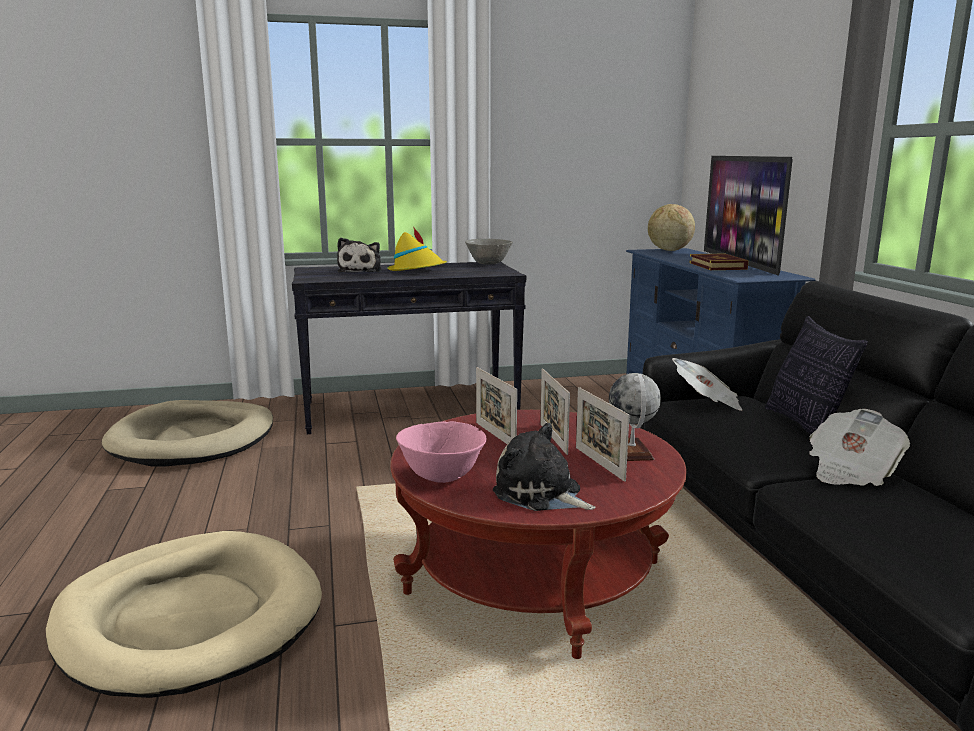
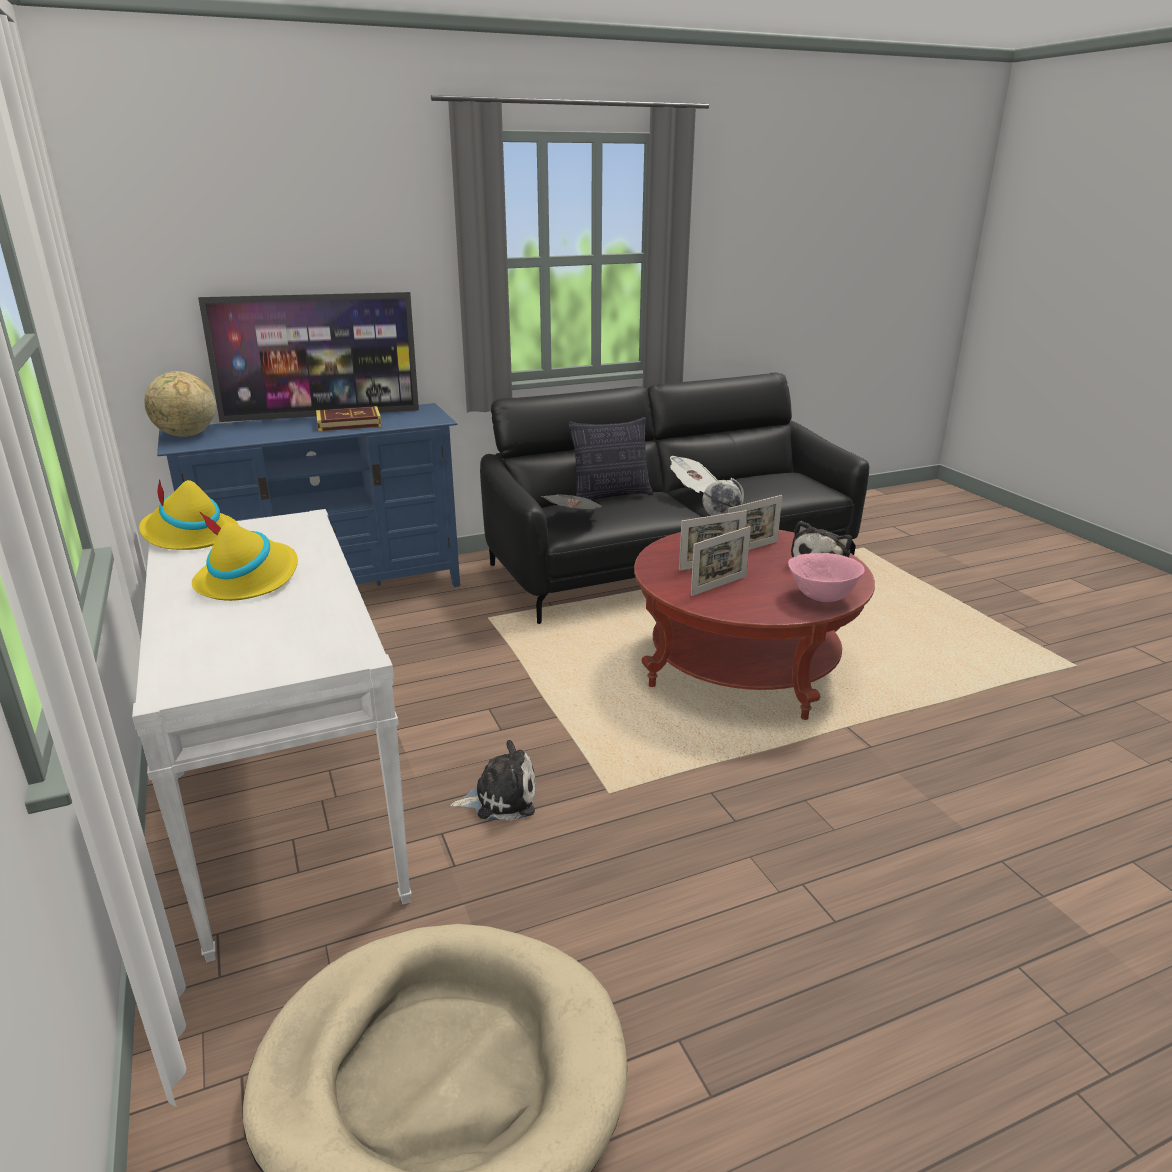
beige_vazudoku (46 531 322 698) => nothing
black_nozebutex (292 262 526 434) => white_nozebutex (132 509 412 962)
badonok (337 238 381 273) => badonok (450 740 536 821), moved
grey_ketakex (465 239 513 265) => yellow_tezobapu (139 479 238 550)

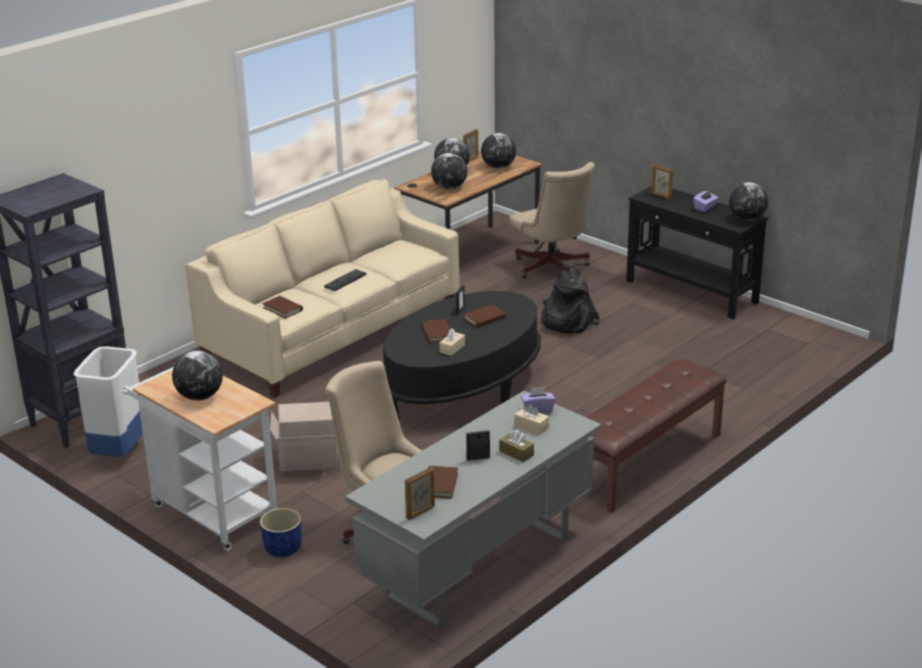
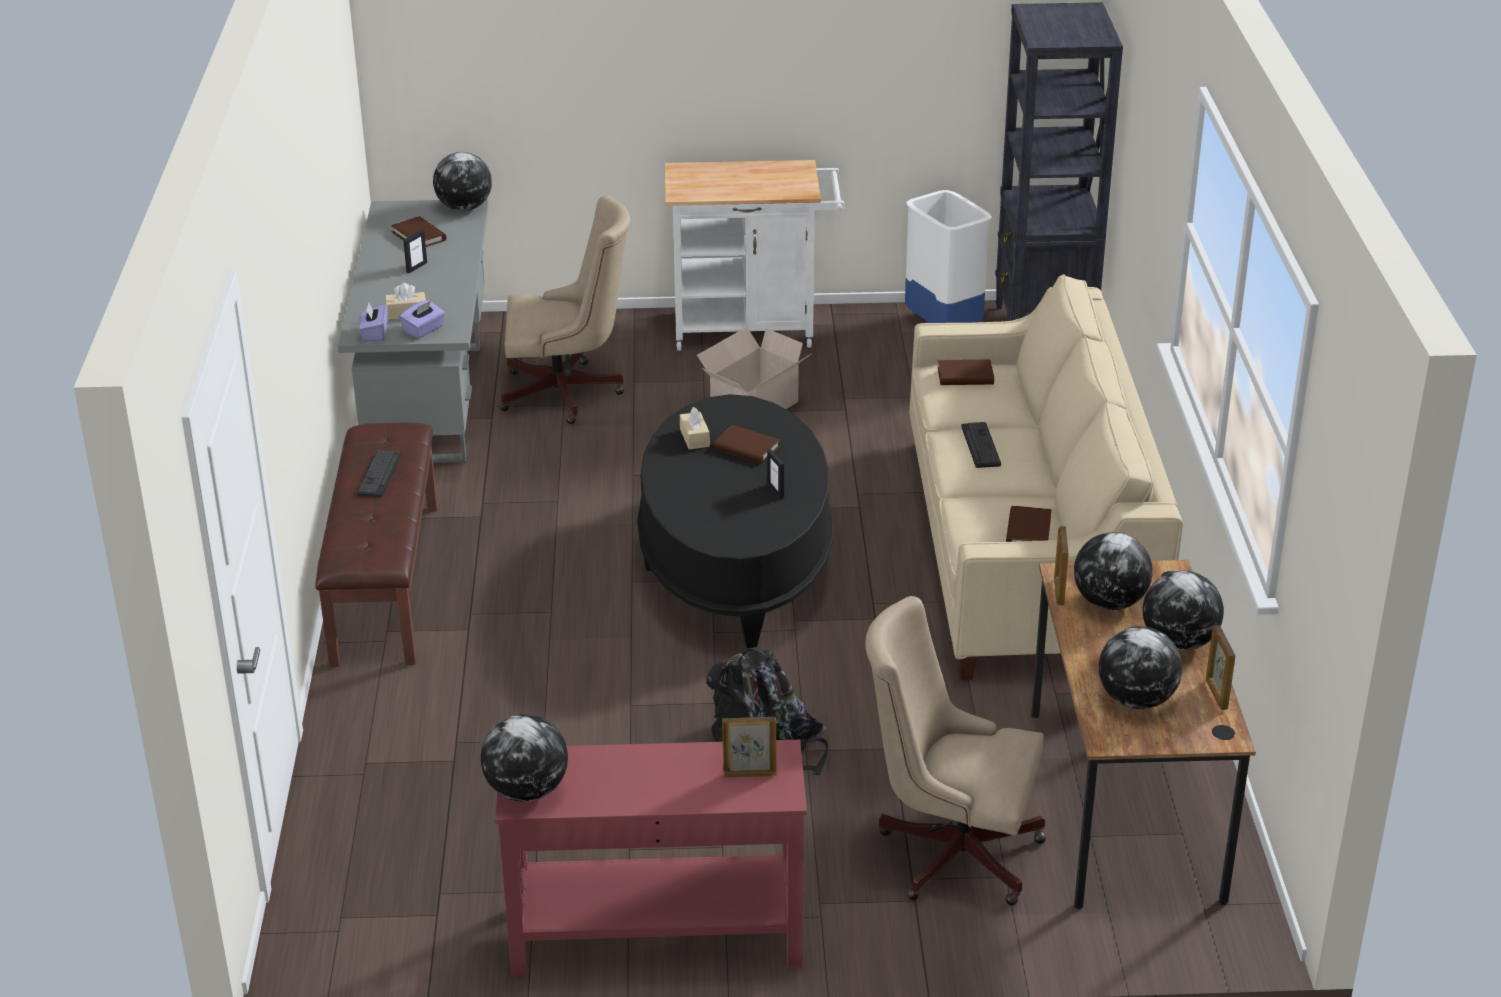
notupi (172 351 223 401) => notupi (433 152 492 211), moved
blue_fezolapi (260 508 302 557) => nothing
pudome (405 467 435 520) => pudome (1054 526 1069 605), moved
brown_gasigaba (463 305 506 327) => brown_gasigaba (1006 506 1051 542), moved
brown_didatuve (499 430 534 462) => nothing
black_nozebutex (626 186 768 319) => red_nozebutex (495 740 807 977)
purple_didatuve (693 191 718 212) => purple_didatuve (359 303 388 342), moved
nothing => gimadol (357 450 401 497)

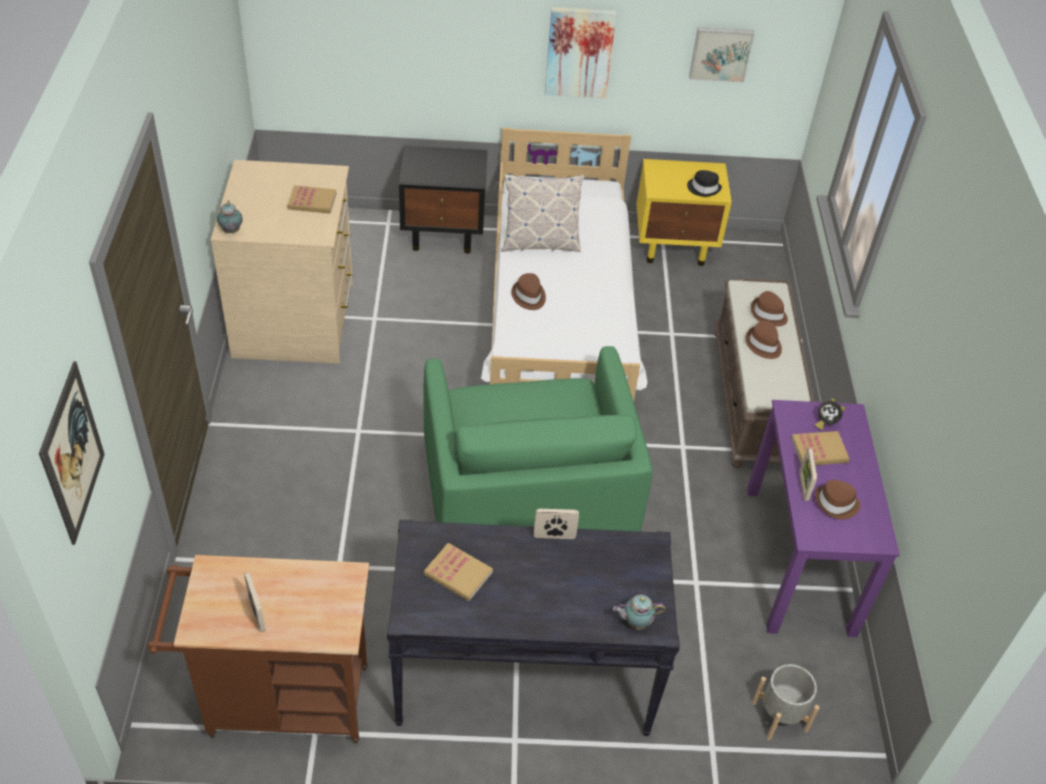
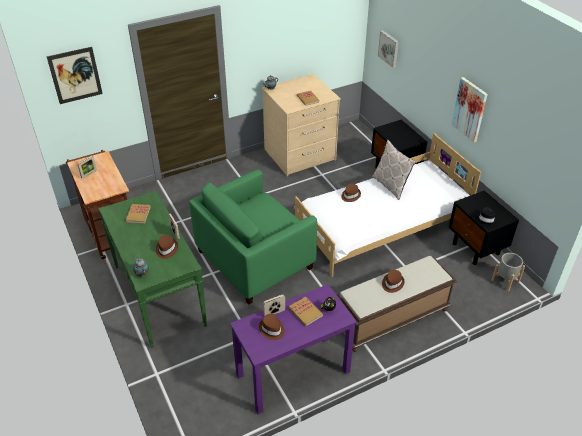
black_nozebutex (387 520 680 736) => green_nozebutex (98 190 207 348)
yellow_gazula (636 159 732 266) => black_gazula (449 190 519 265)
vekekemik (689 27 754 83) => vekekemik (378 30 399 68), moved
brown_tezobapu (751 291 788 327) => brown_tezobapu (156 235 178 259), moved
grey_fezolapi (752 664 820 740) => grey_fezolapi (492 253 525 291), moved

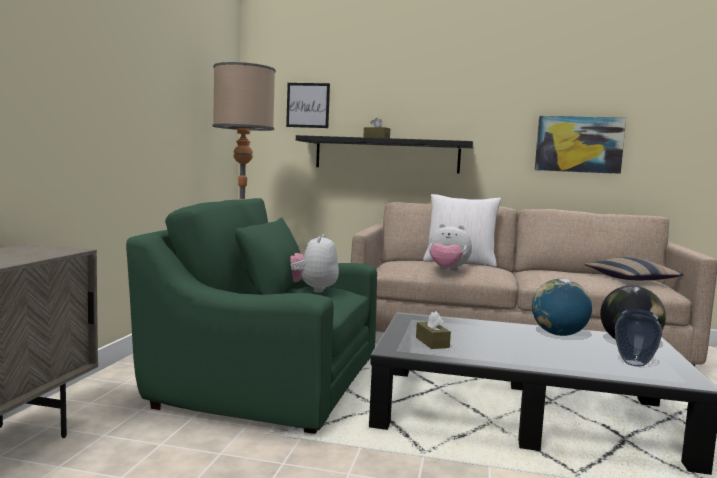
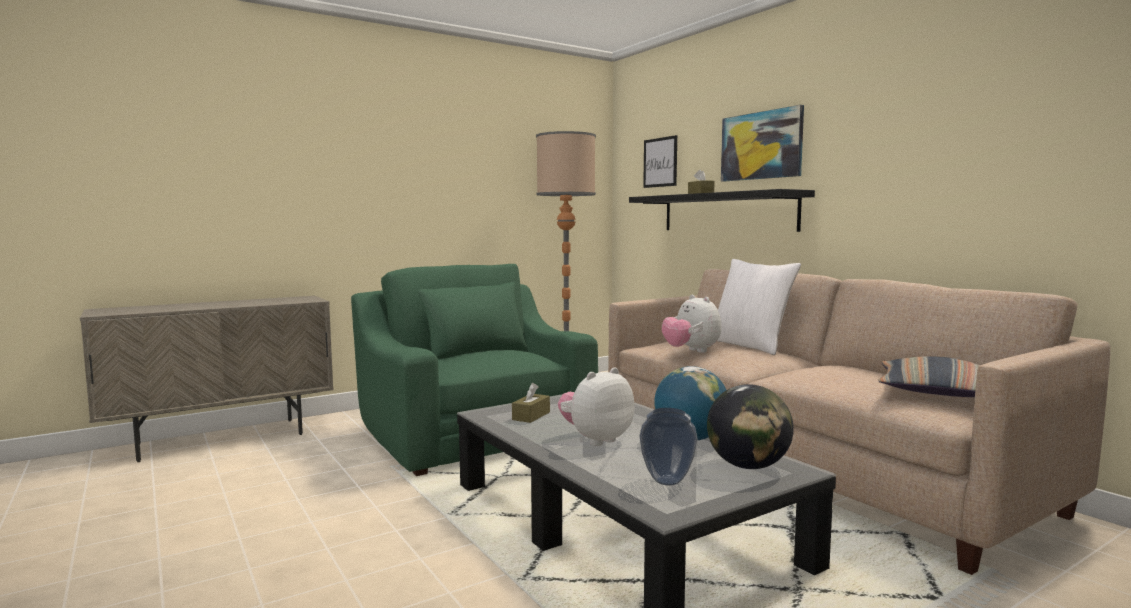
badonok (290 234 339 293) => badonok (558 367 634 446), moved
vekekemik (535 116 626 174) => vekekemik (721 105 804 182), moved

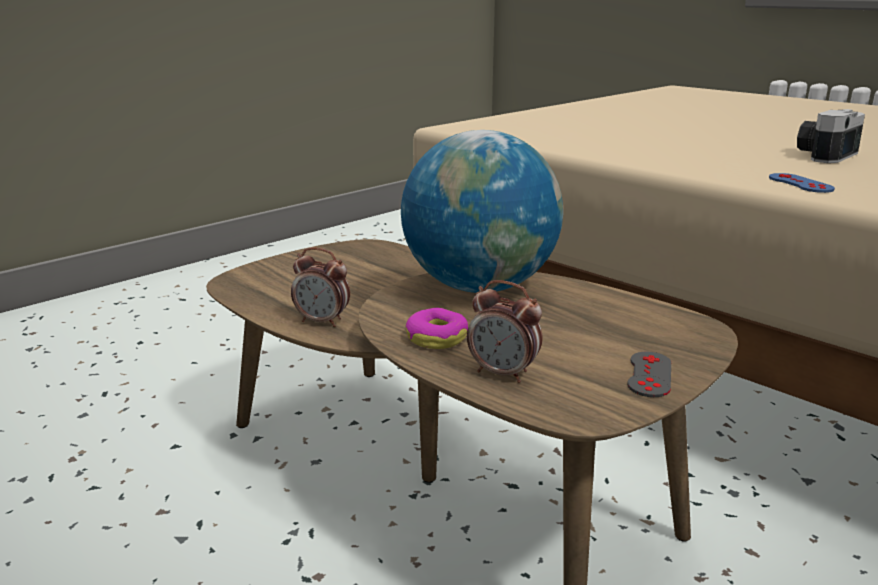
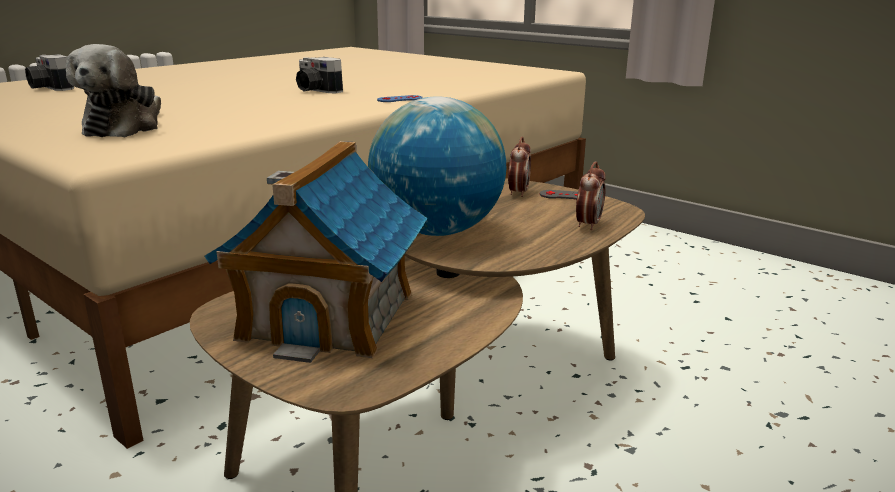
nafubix (291 247 350 327) => nafubix (508 137 531 197), moved
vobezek (406 308 468 349) => nothing
nothing => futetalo (25 54 74 91)
nothing => badonok (66 44 161 137)
nothing => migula (205 141 428 363)

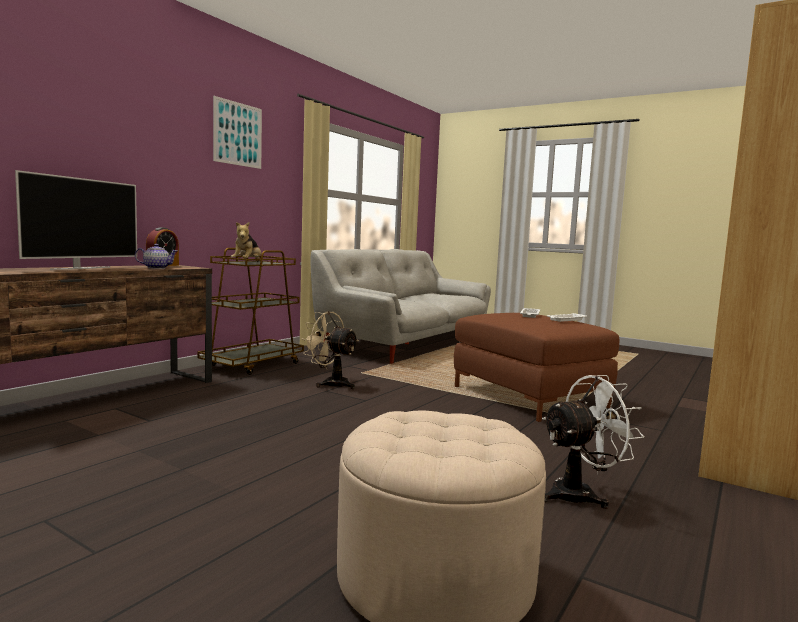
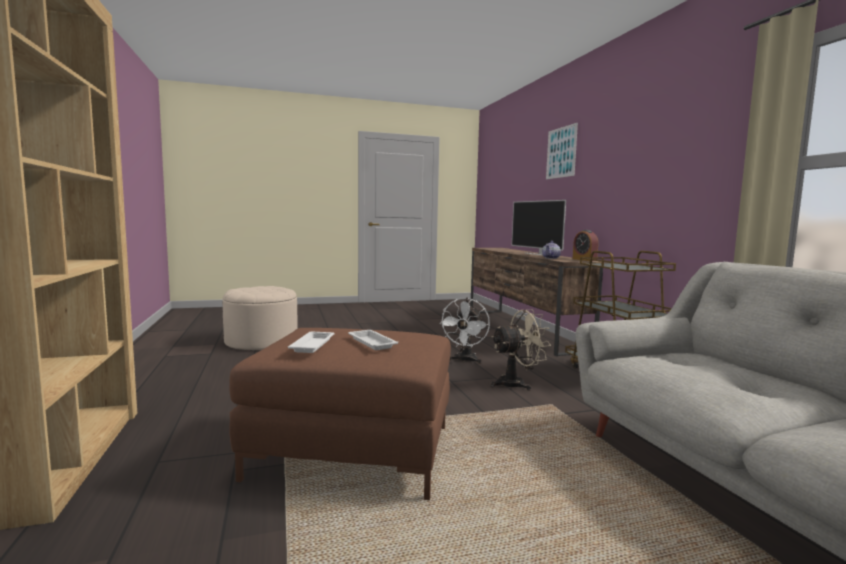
vekekemik (213 96 262 169) => vekekemik (546 123 578 179), moved
badonok (231 222 261 262) => nothing
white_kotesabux (542 375 644 509) => white_kotesabux (439 298 490 364), moved

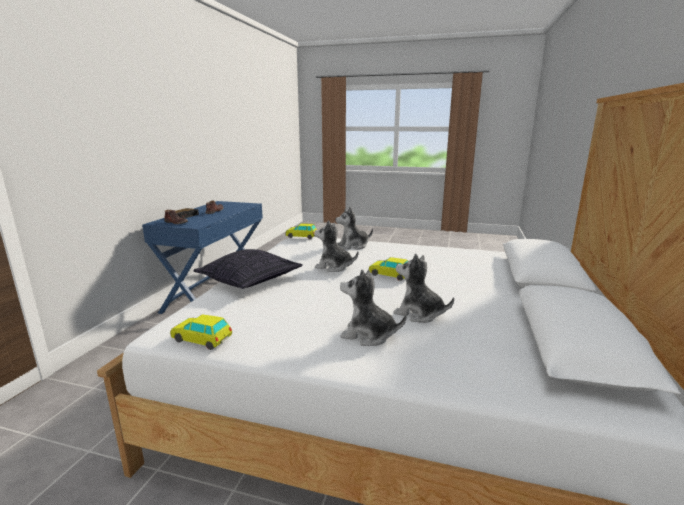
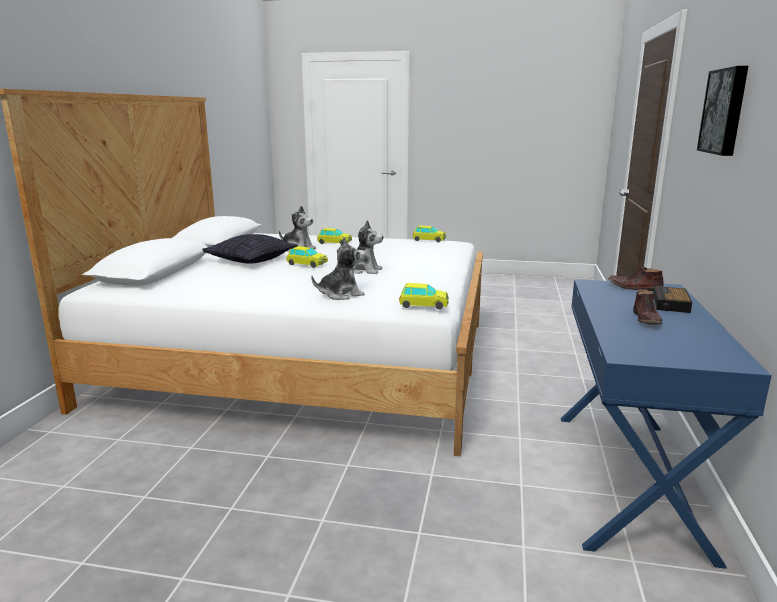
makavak (194 249 302 289) => makavak (202 234 298 264), moved
badonok (340 269 406 346) => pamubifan (317 228 352 244)
nothing => vekekemik (697 66 748 156)

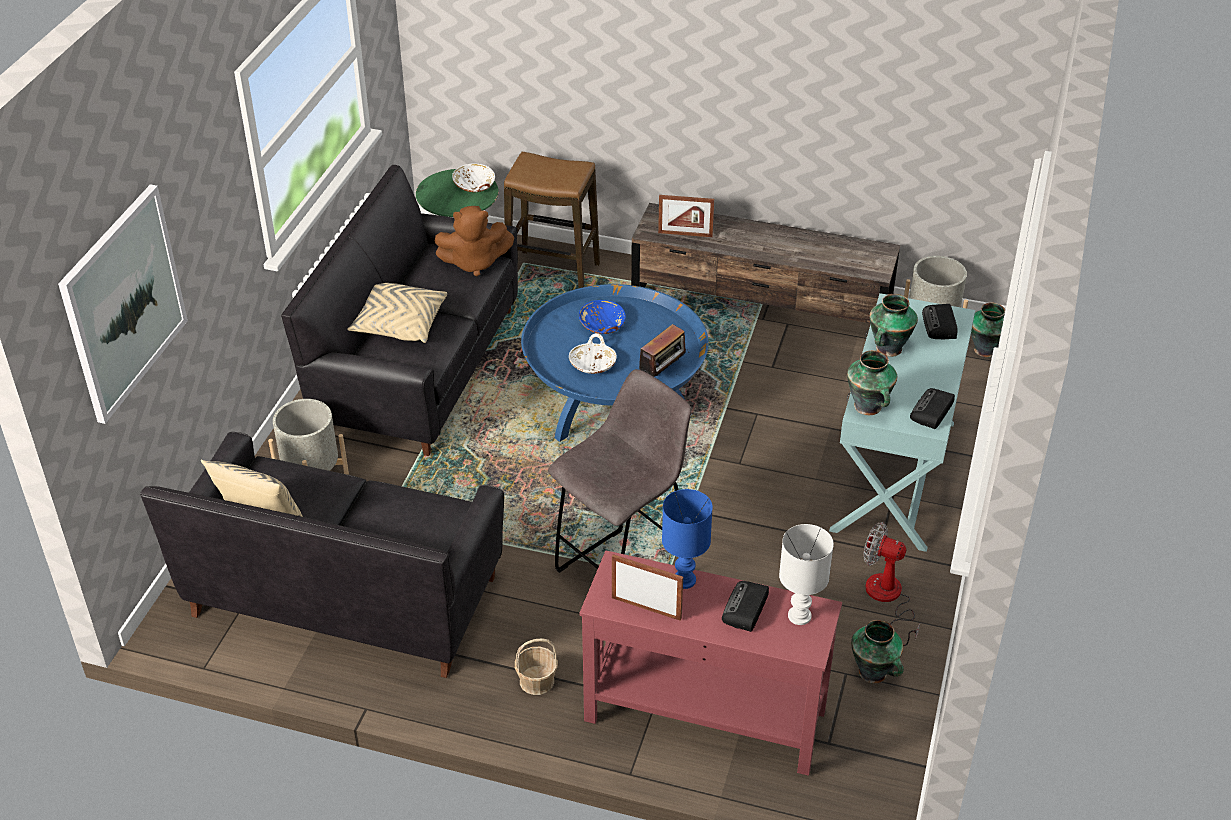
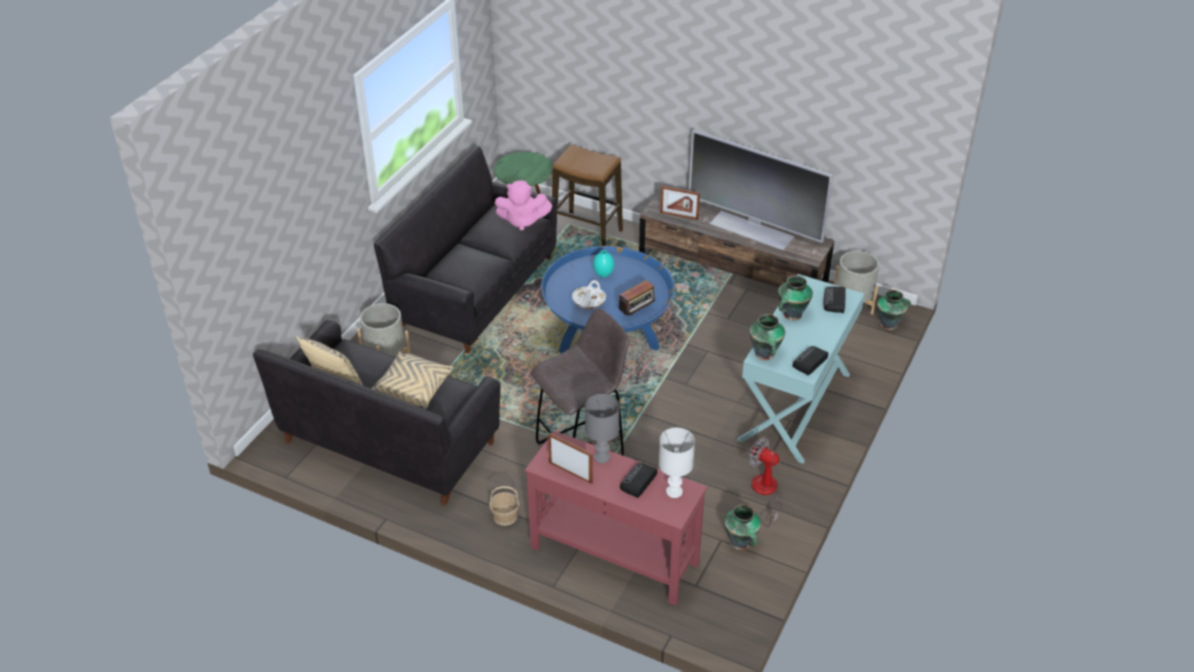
vekekemik (58 184 188 424) => nothing
beige_makavak (347 283 447 343) => beige_makavak (371 351 454 409), moved
brown_badonok (434 206 514 276) => pink_badonok (495 180 553 231)
white_ketakex (452 163 495 192) => nothing
blue_ketakex (579 300 626 334) => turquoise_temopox (593 250 614 278)
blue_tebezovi (662 489 713 589) => grey_tebezovi (585 394 619 463)
nothing => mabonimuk (689 130 833 250)

